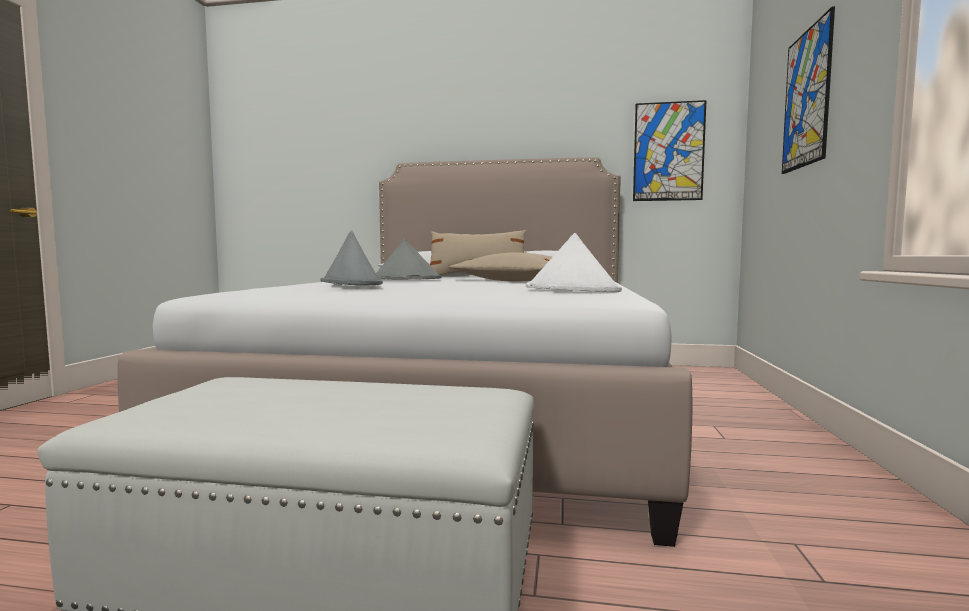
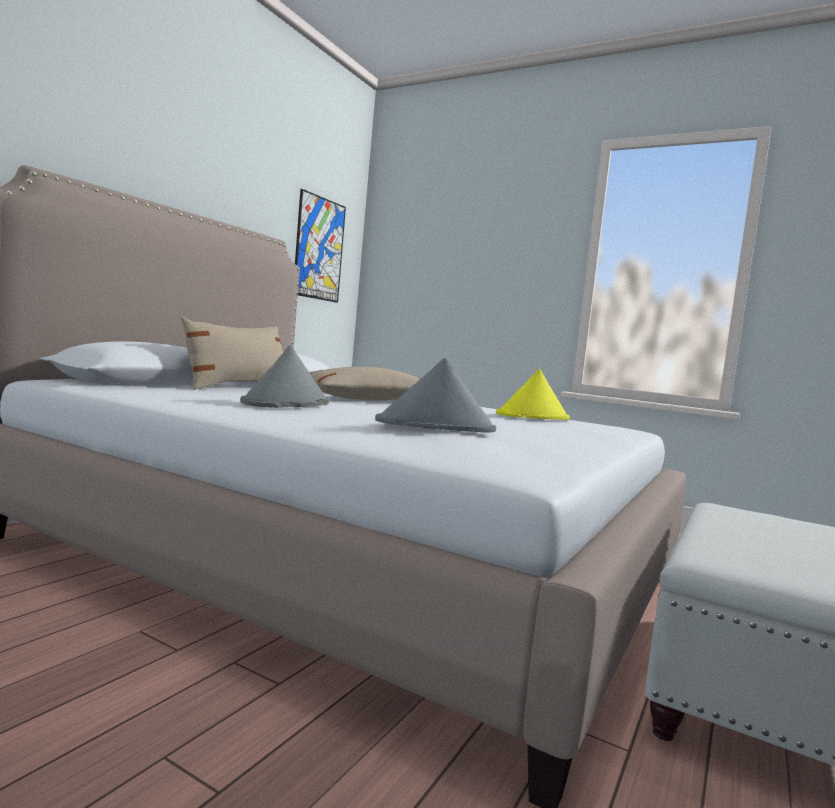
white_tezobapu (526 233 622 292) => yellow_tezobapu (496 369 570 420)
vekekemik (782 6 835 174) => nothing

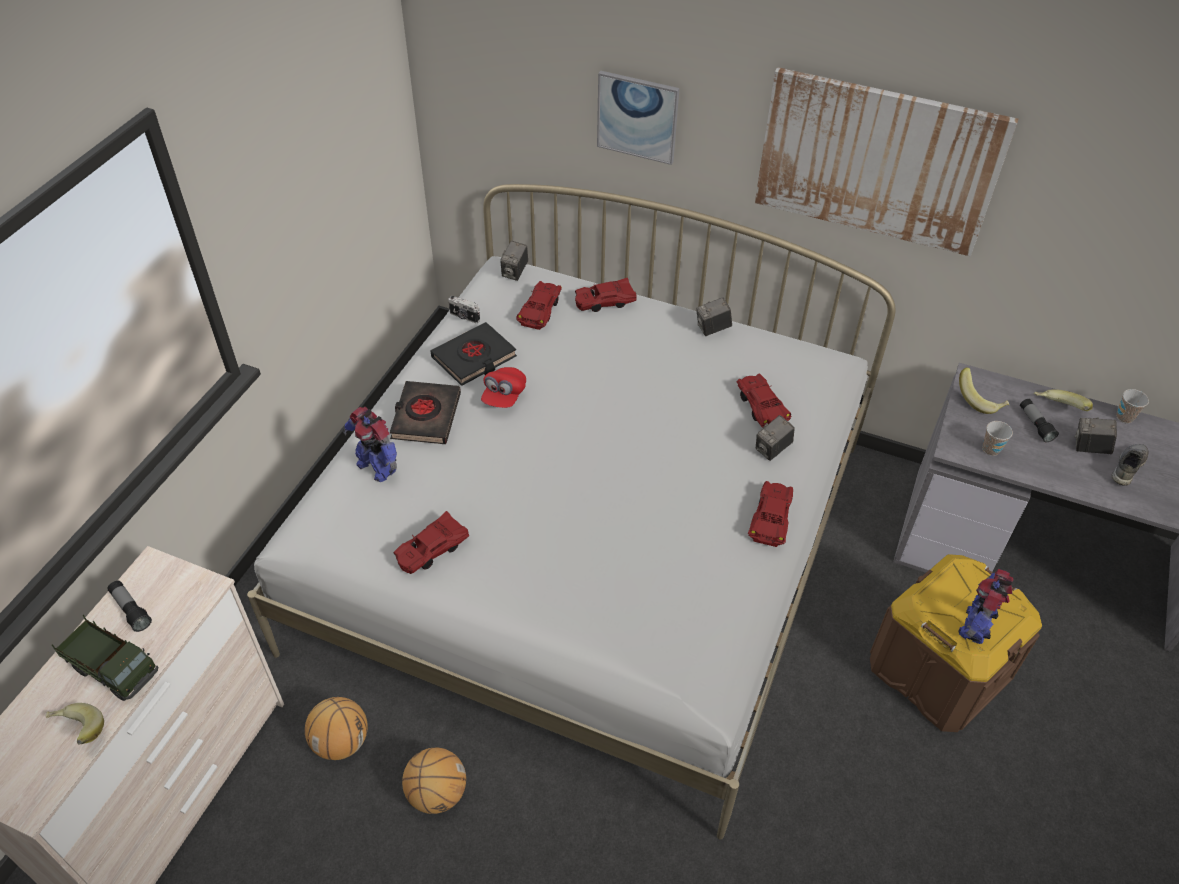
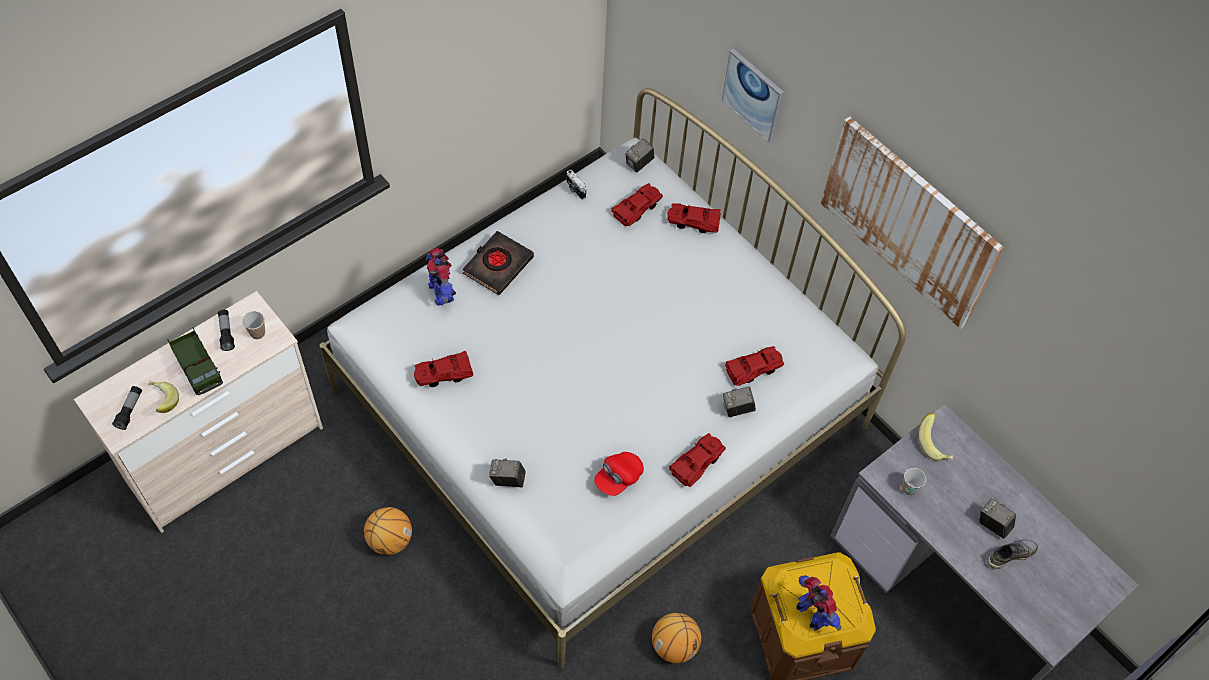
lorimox (305 697 368 760) => lorimox (652 613 701 663), moved
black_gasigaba (430 322 517 386) => nothing
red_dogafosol (481 367 526 408) => red_dogafosol (594 452 644 496), moved
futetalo (696 297 732 336) => futetalo (489 459 526 488), moved
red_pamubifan (737 373 791 427) => red_pamubifan (725 346 784 386), 60 degrees clockwise
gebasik (959 569 1013 644) => gebasik (796 575 842 631), 90 degrees clockwise
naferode (1020 399 1059 442) => naferode (112 386 142 430), moved
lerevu (1034 389 1093 411) => nothing
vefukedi (1116 389 1149 423) => vefukedi (242 311 265 339), moved

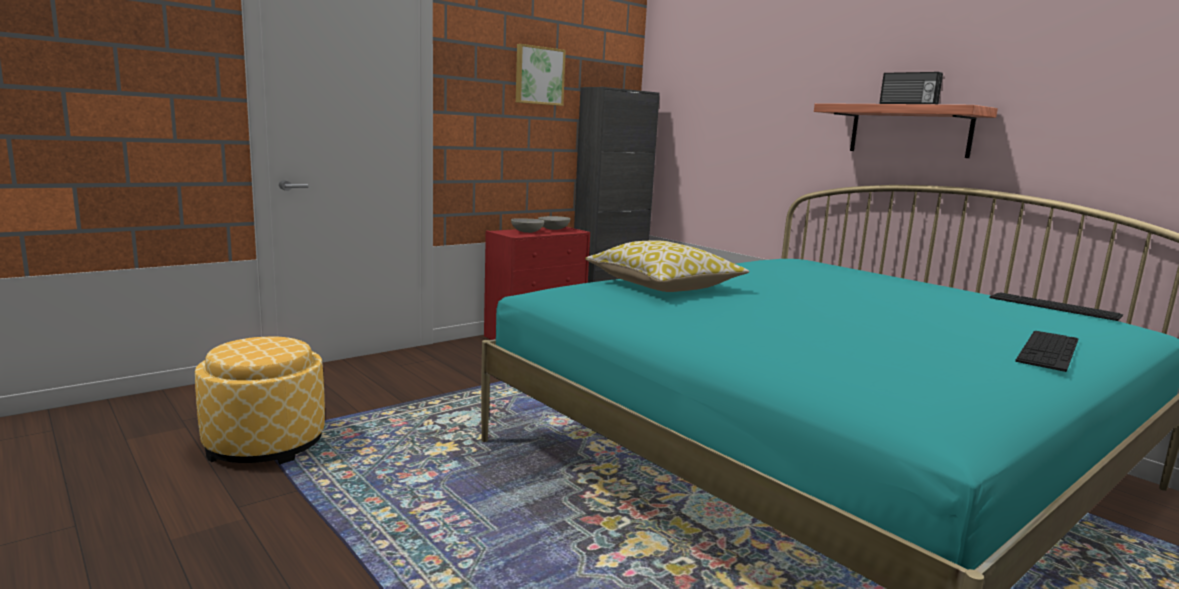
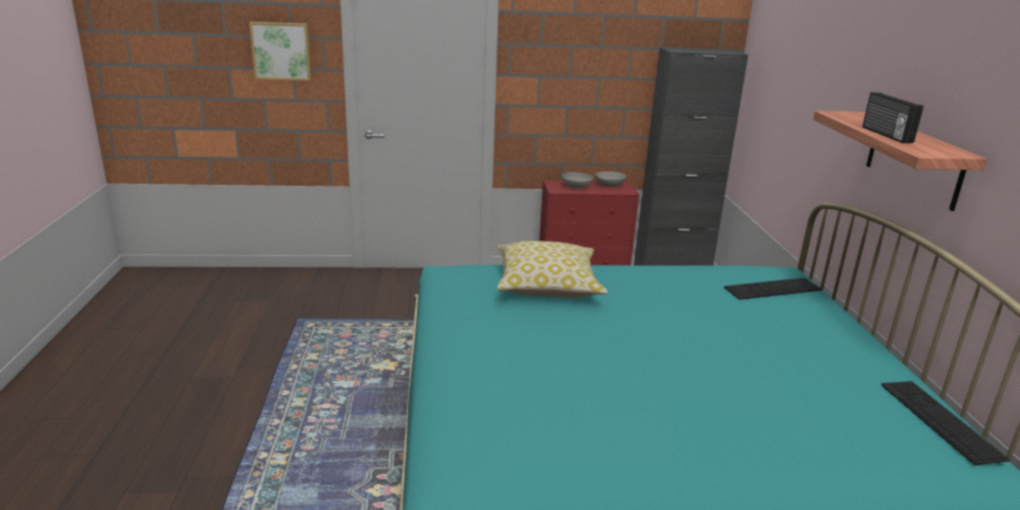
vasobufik (195 336 325 465) => nothing
vekekemik (516 44 566 106) => vekekemik (249 22 311 81), moved
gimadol (1015 331 1078 372) => gimadol (724 278 822 300), moved

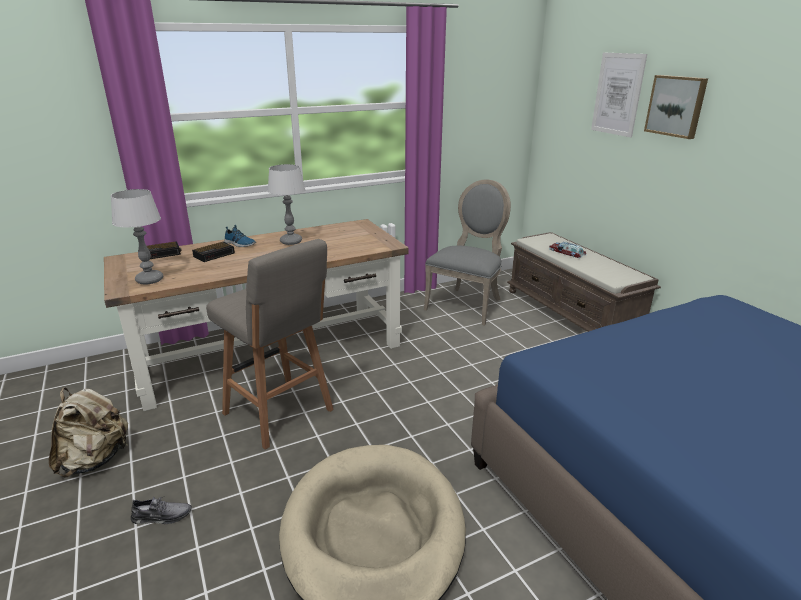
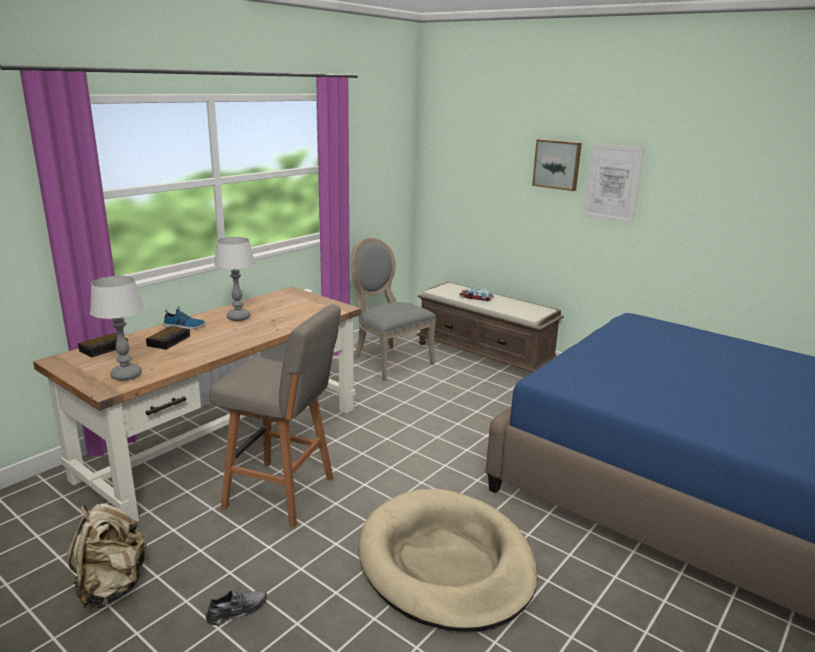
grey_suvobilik (424 179 511 326) => grey_suvobilik (350 238 436 381), 45 degrees counterclockwise
vekekemik (591 53 647 137) => vekekemik (584 143 645 224), moved

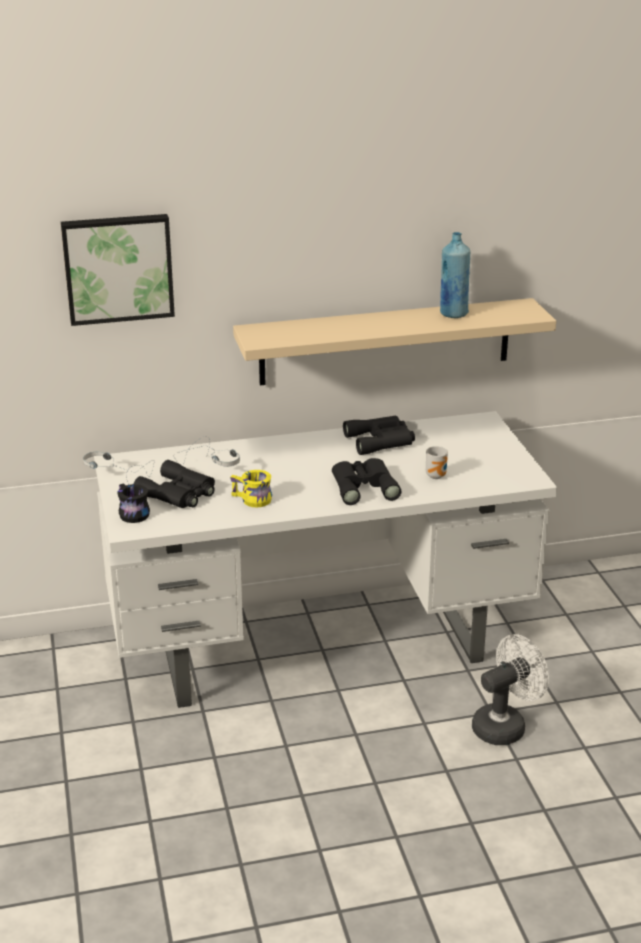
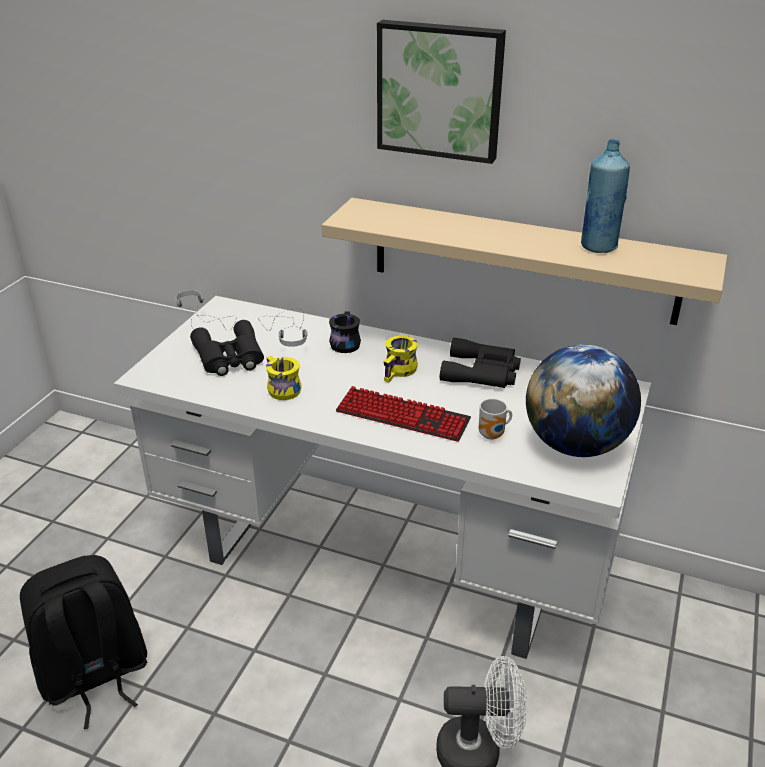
vekekemik (61 214 175 326) => vekekemik (377 20 506 164), moved
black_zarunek (117 484 150 523) => black_zarunek (329 311 361 353), moved
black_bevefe (332 458 401 505) => gimadol (336 386 471 442)
nothing => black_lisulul (20 555 148 729)
nothing => yellow_zarunek (383 336 418 383)
nothing => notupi (526 344 641 457)

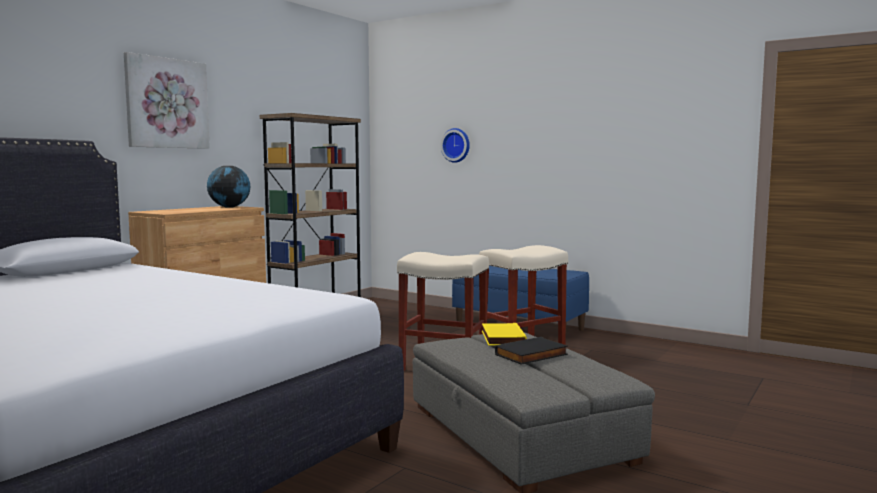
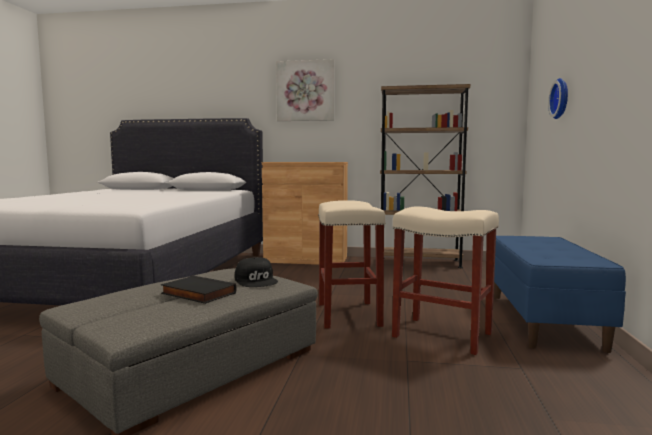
notupi (207 166 250 208) => nothing
yellow_gasigaba (482 323 527 346) => black_dogafosol (235 257 278 287)

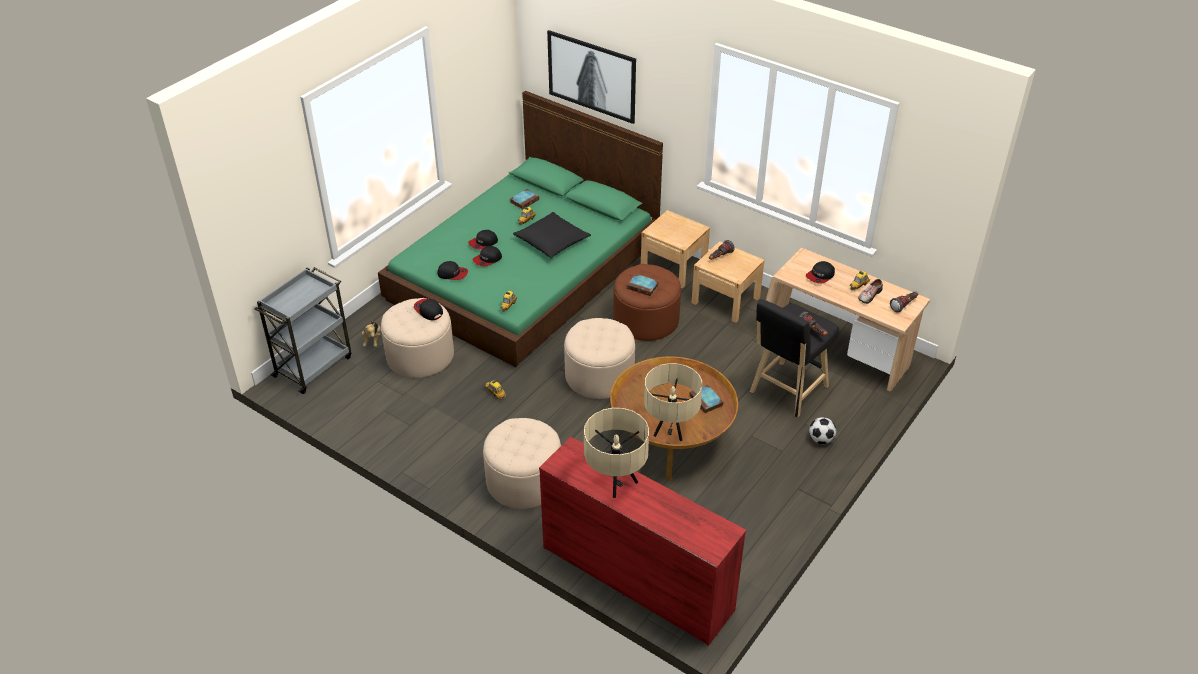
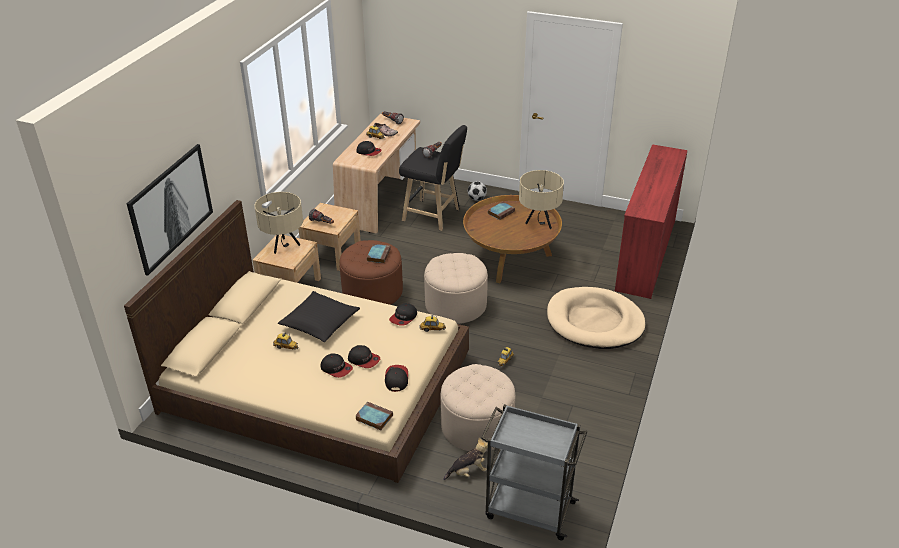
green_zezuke (378 91 663 367) => beige_zezuke (124 200 469 483)
dogafosol (414 298 443 320) => dogafosol (389 303 417 326), moved
beige_vasobufik (483 418 561 509) => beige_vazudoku (547 287 646 349)
gasigaba (510 189 539 209) => gasigaba (355 402 393 430), moved
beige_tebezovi (584 408 649 498) => beige_tebezovi (255 192 303 254), moved

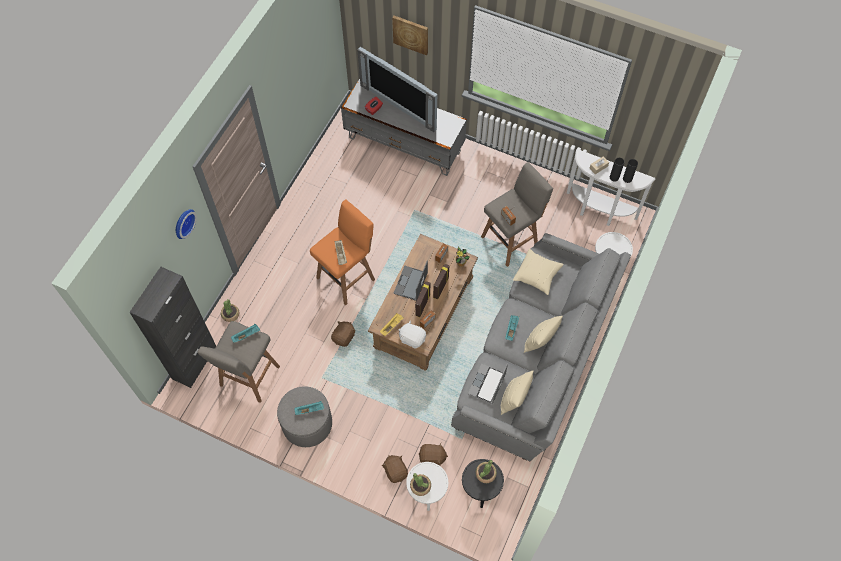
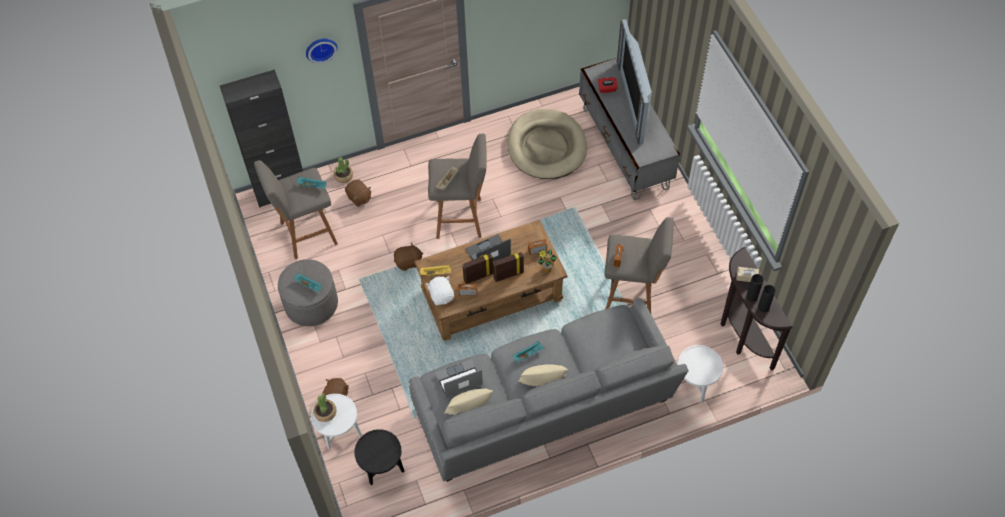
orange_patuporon (310 199 375 305) => grey_patuporon (428 134 487 239)
vekekemik (392 16 428 55) => nothing
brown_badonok (419 443 448 466) => brown_badonok (345 179 371 207), moved
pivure (476 460 497 483) => nothing
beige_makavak (513 249 564 295) => nothing
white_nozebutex (567 149 655 226) => brown_nozebutex (720 247 792 371)
nothing => beige_vazudoku (508 109 587 179)

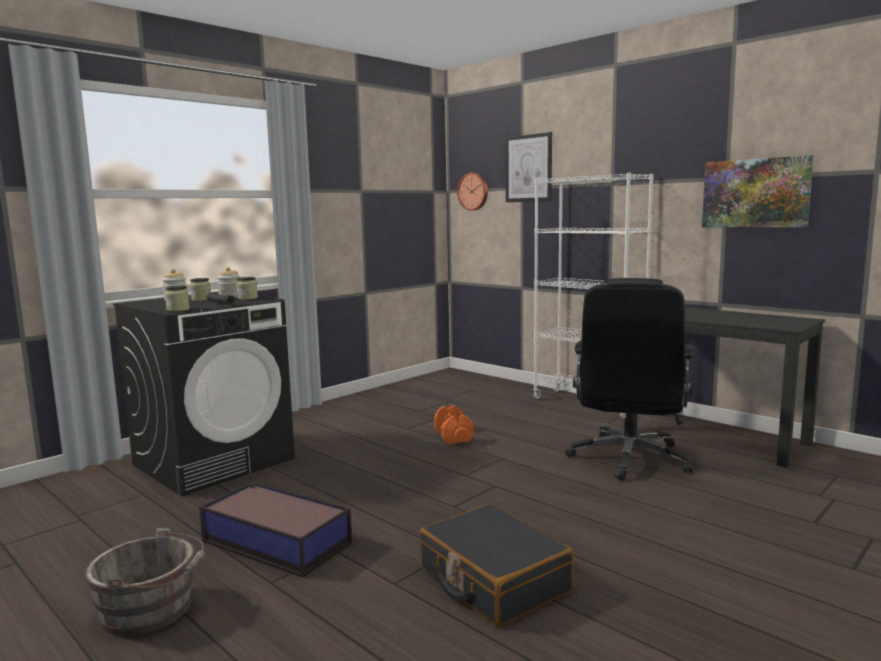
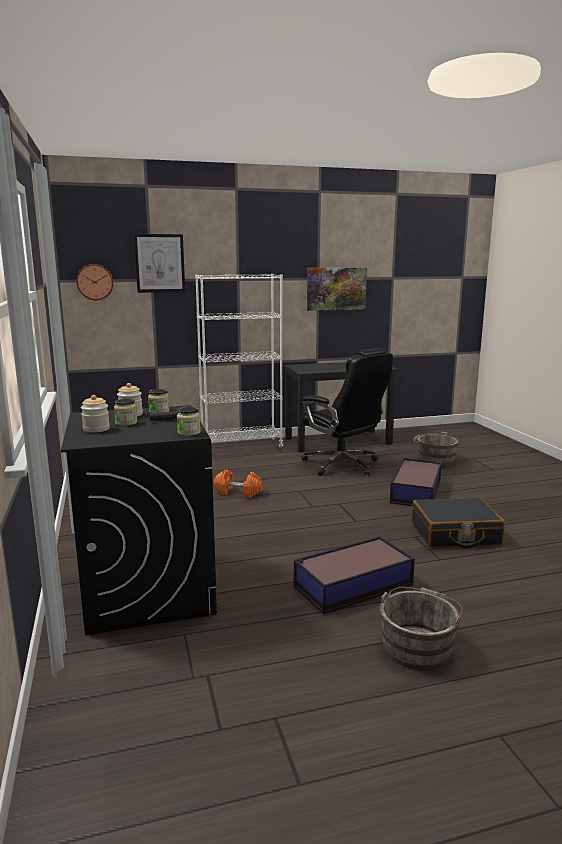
nothing => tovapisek (390 458 442 506)
nothing => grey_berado (413 431 459 466)

